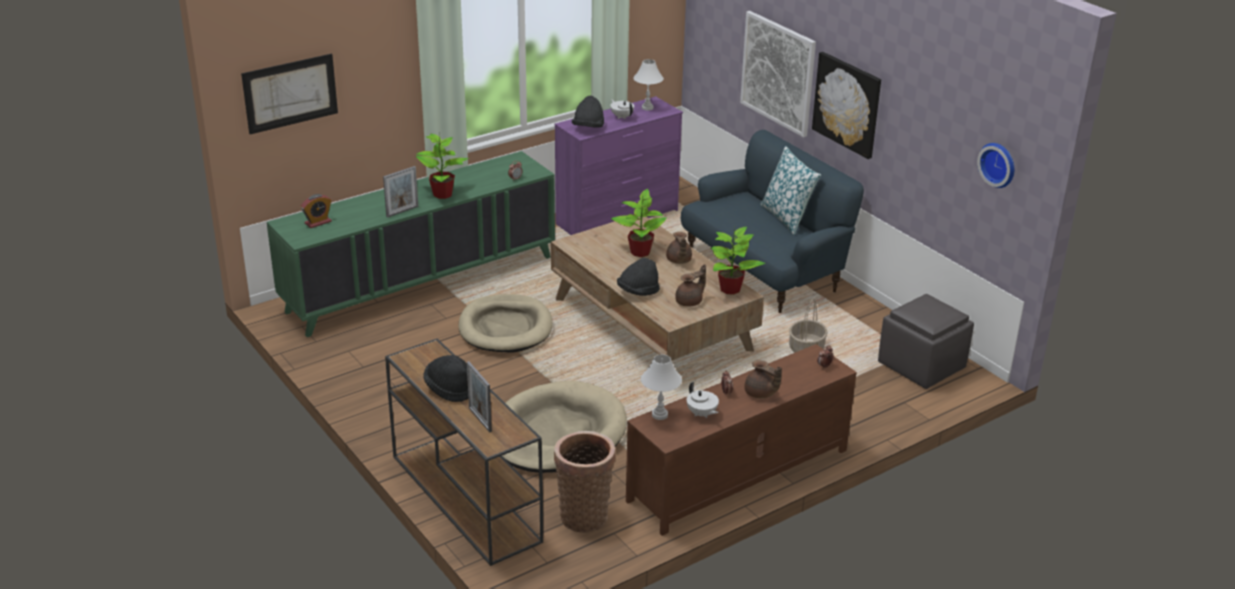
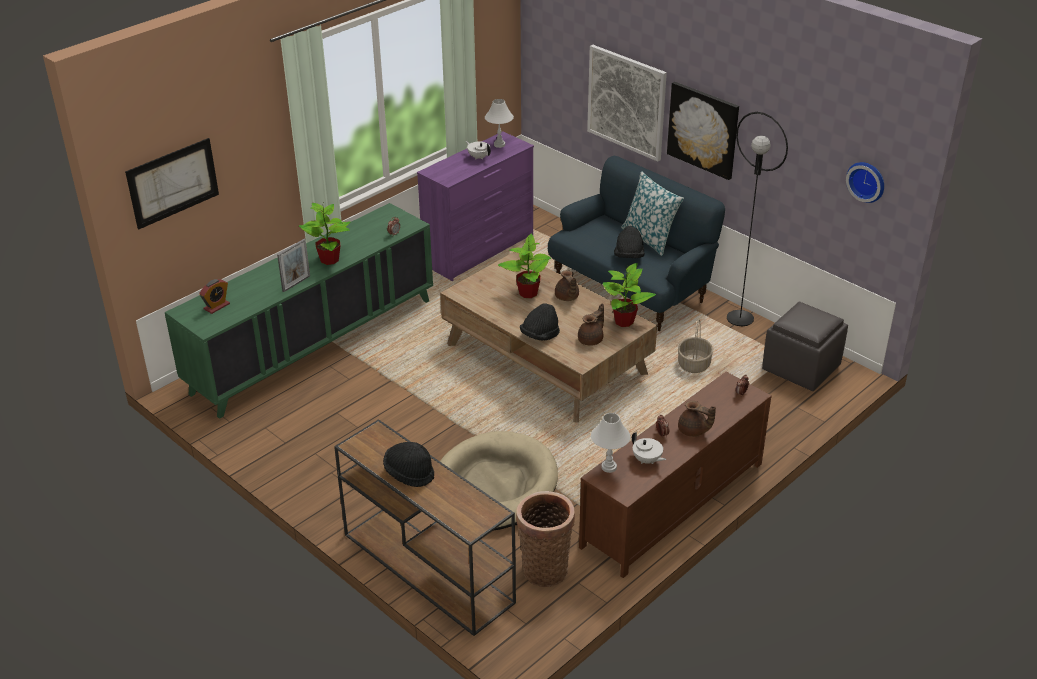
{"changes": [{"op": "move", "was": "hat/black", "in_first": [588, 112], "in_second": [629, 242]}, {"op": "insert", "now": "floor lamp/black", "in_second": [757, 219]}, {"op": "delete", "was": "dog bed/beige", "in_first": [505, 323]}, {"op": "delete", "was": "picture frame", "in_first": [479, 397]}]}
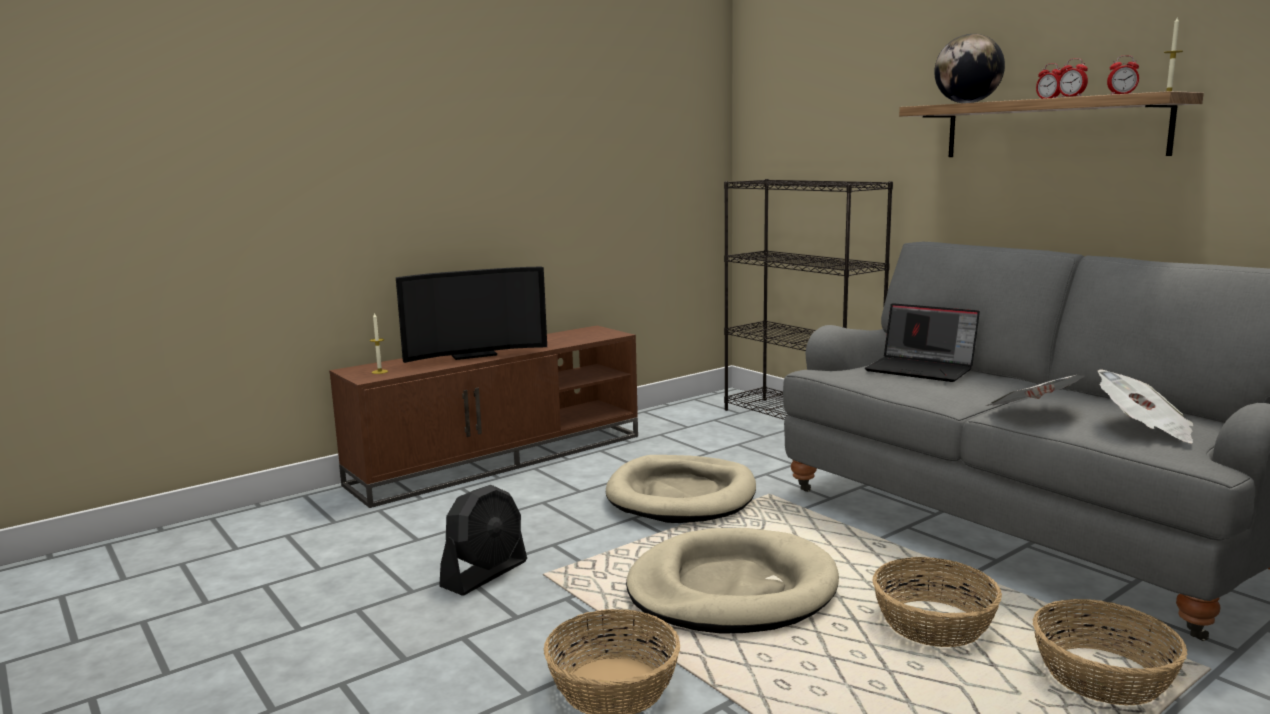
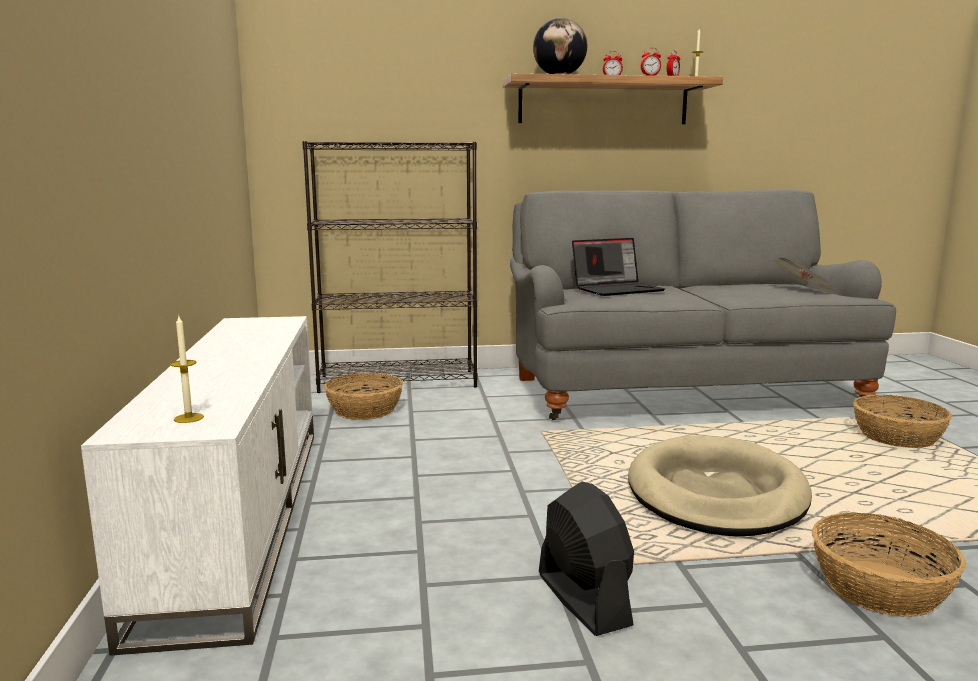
{"changes": [{"op": "recolor", "was": "tv stand/brown", "now": "tv stand/white", "in_first": [483, 417], "in_second": [197, 486]}, {"op": "move", "was": "basket", "in_first": [937, 602], "in_second": [363, 396]}, {"op": "delete", "was": "television", "in_first": [471, 315]}, {"op": "delete", "was": "dog bed/beige", "in_first": [681, 489]}, {"op": "delete", "was": "newspaper", "in_first": [1035, 390]}]}
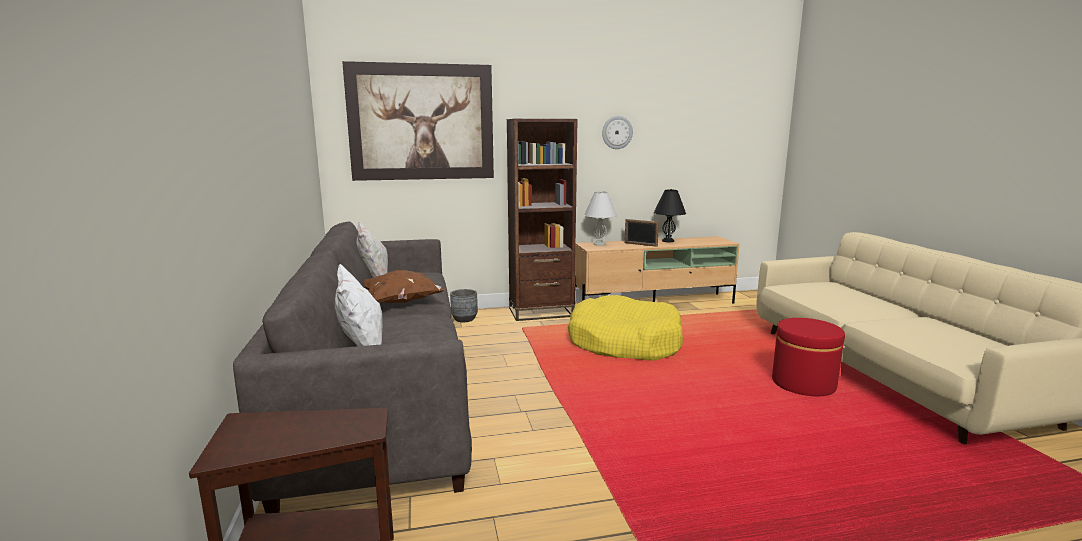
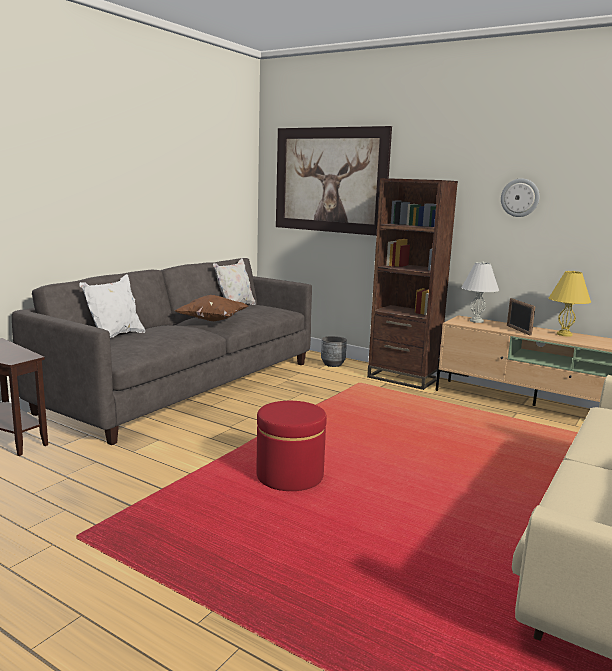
{"changes": [{"op": "move", "was": "ottoman/red", "in_first": [808, 357], "in_second": [291, 446]}, {"op": "recolor", "was": "table lamp/black", "now": "table lamp/yellow", "in_first": [670, 215], "in_second": [570, 304]}, {"op": "delete", "was": "dog bed/yellow", "in_first": [625, 327]}]}
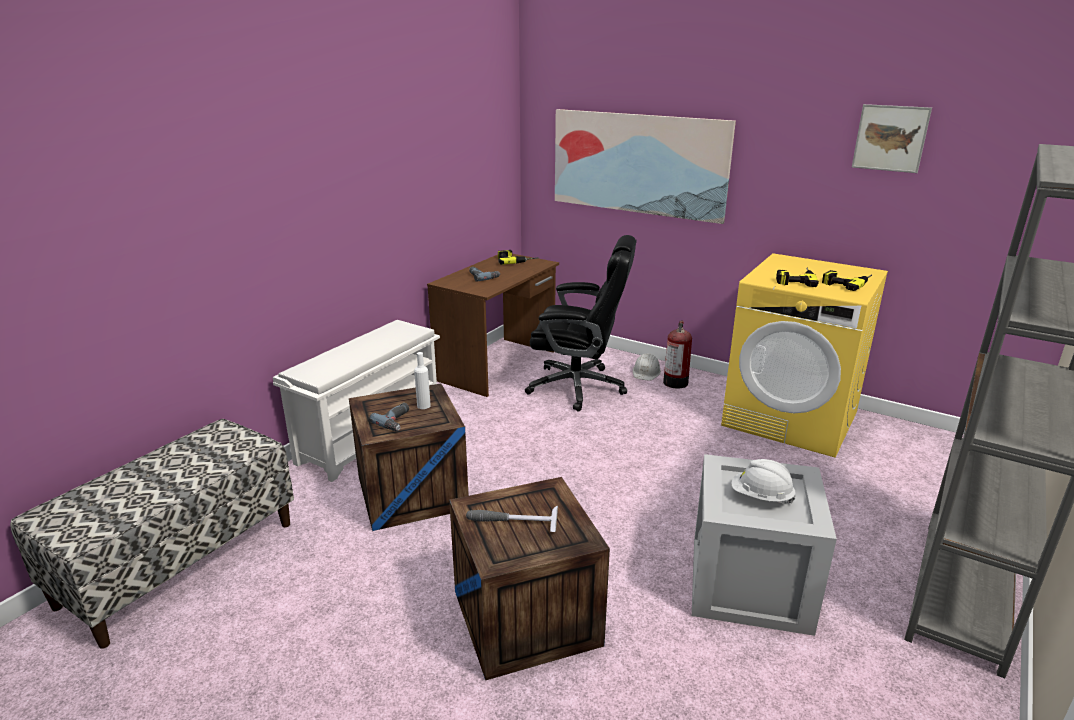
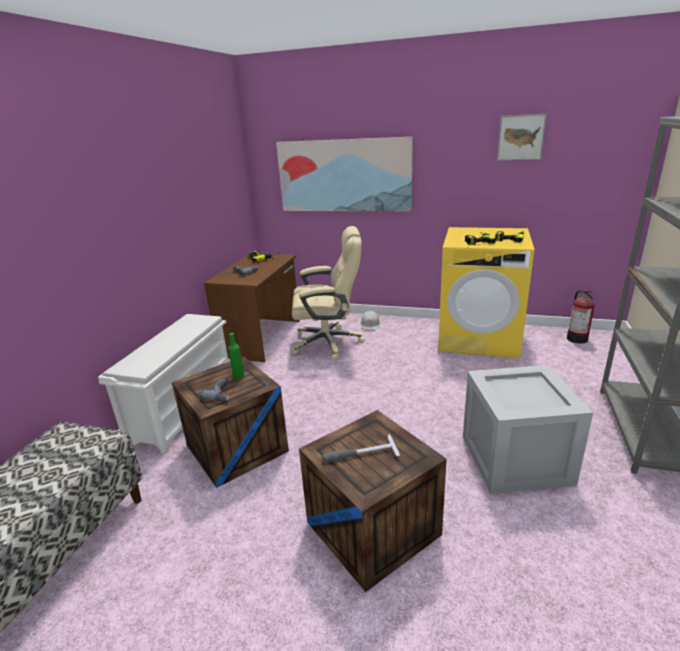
{"changes": [{"op": "recolor", "was": "bottle/white", "now": "bottle/green", "in_first": [422, 380], "in_second": [236, 356]}, {"op": "recolor", "was": "office chair/black", "now": "office chair/beige", "in_first": [581, 323], "in_second": [328, 293]}, {"op": "move", "was": "fire extinguisher", "in_first": [677, 354], "in_second": [580, 317]}, {"op": "delete", "was": "hard hat/white", "in_first": [763, 481]}]}
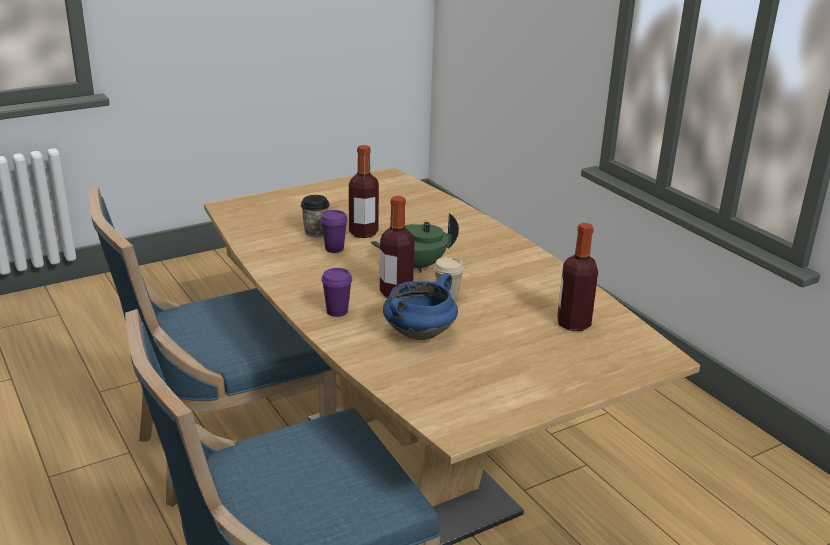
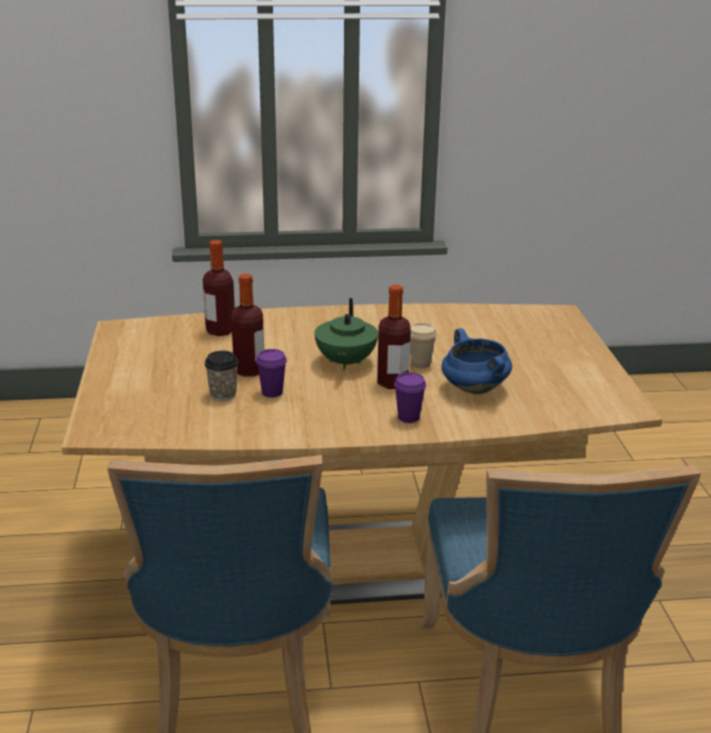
{"changes": [{"op": "move", "was": "bottle", "in_first": [577, 277], "in_second": [219, 288]}]}
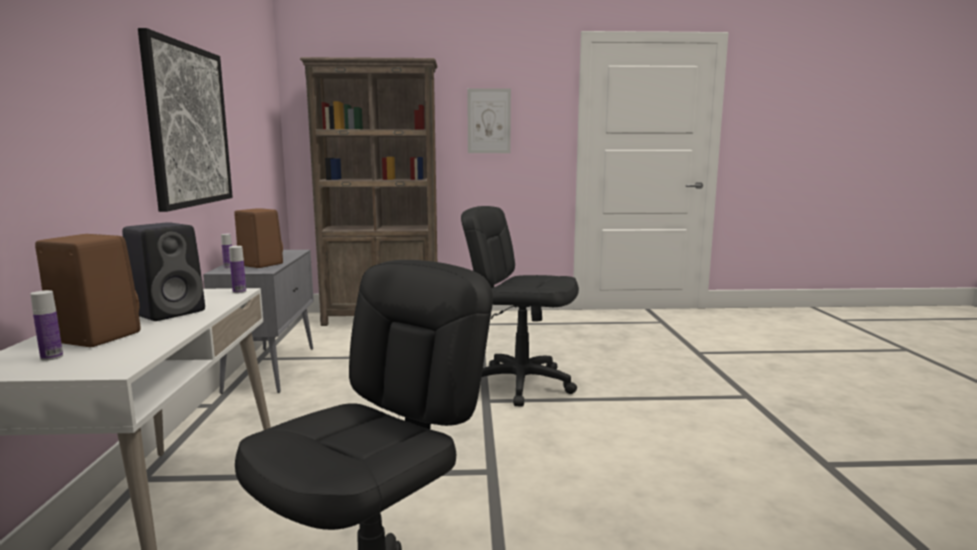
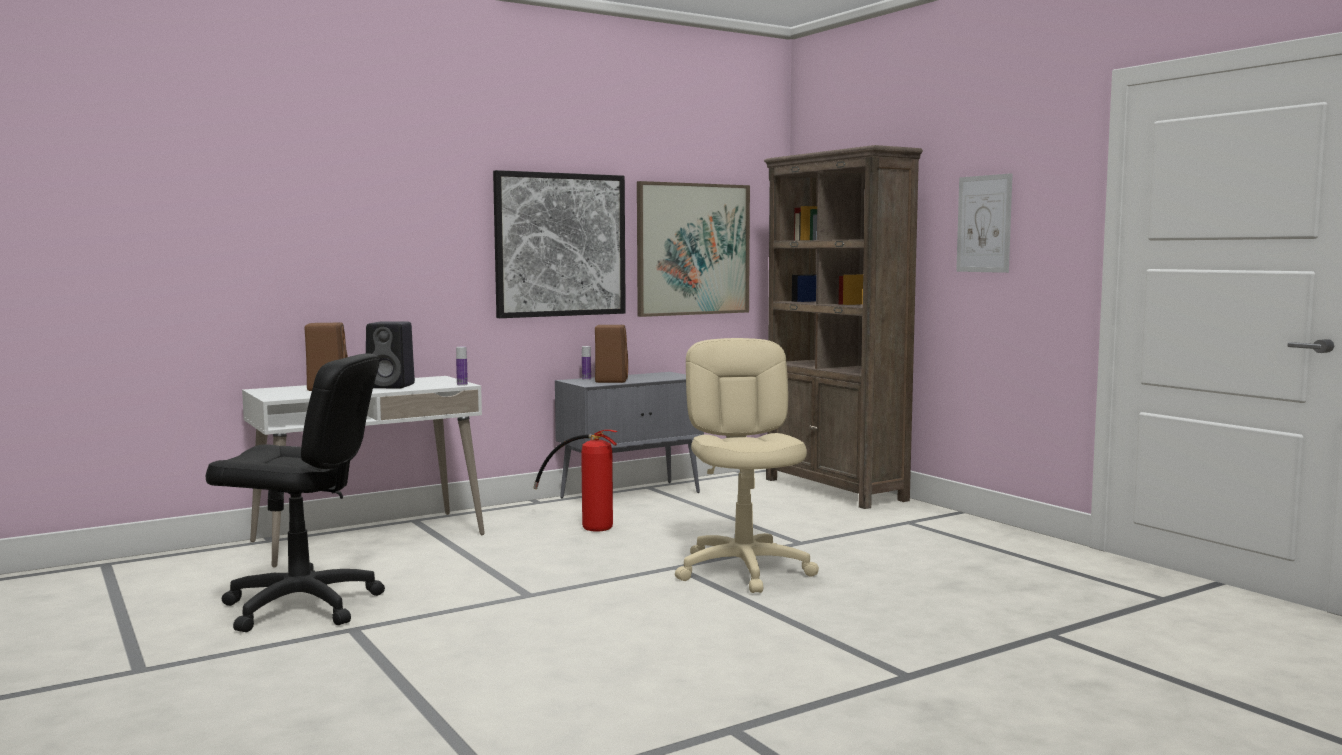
{"changes": [{"op": "insert", "now": "fire extinguisher", "in_second": [575, 481]}, {"op": "insert", "now": "picture", "in_second": [693, 249]}, {"op": "recolor", "was": "office chair/black", "now": "office chair/beige", "in_first": [520, 306], "in_second": [747, 465]}, {"op": "delete", "was": "bottle", "in_first": [46, 325]}]}
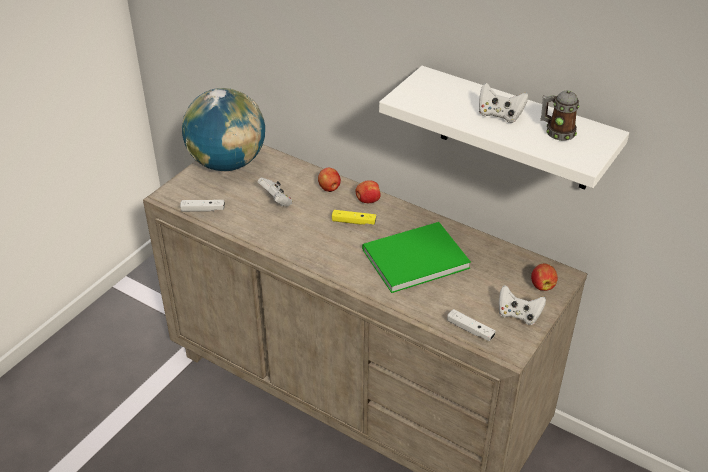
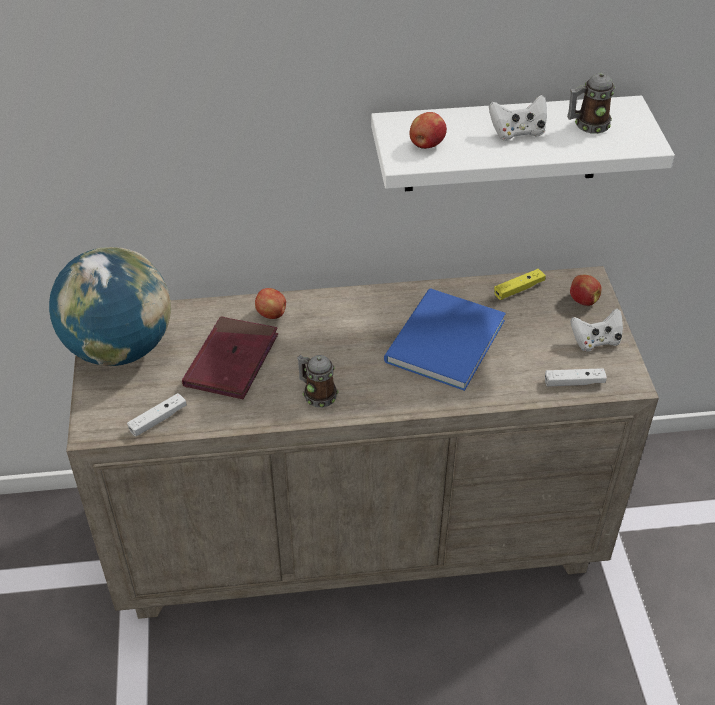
{"changes": [{"op": "replace", "was": "game controller/white", "now": "book/red", "in_first": [275, 192], "in_second": [230, 358]}, {"op": "insert", "now": "mug", "in_second": [318, 381]}, {"op": "recolor", "was": "book/green", "now": "book/blue", "in_first": [416, 257], "in_second": [445, 339]}, {"op": "move", "was": "apple", "in_first": [368, 192], "in_second": [428, 130]}, {"op": "move", "was": "game controller/yellow", "in_first": [354, 217], "in_second": [520, 284]}]}
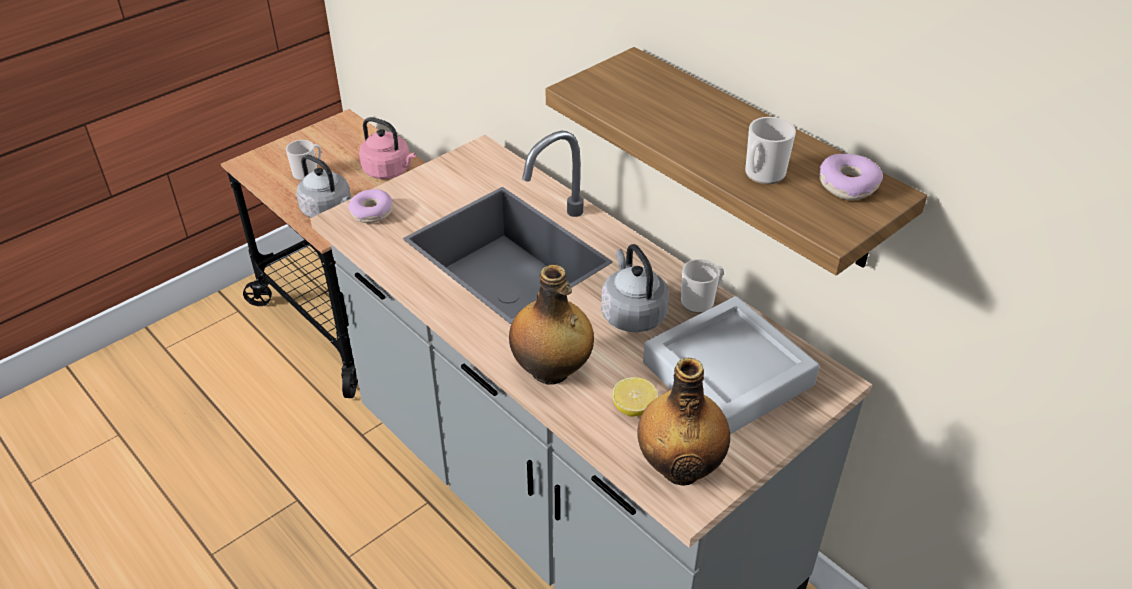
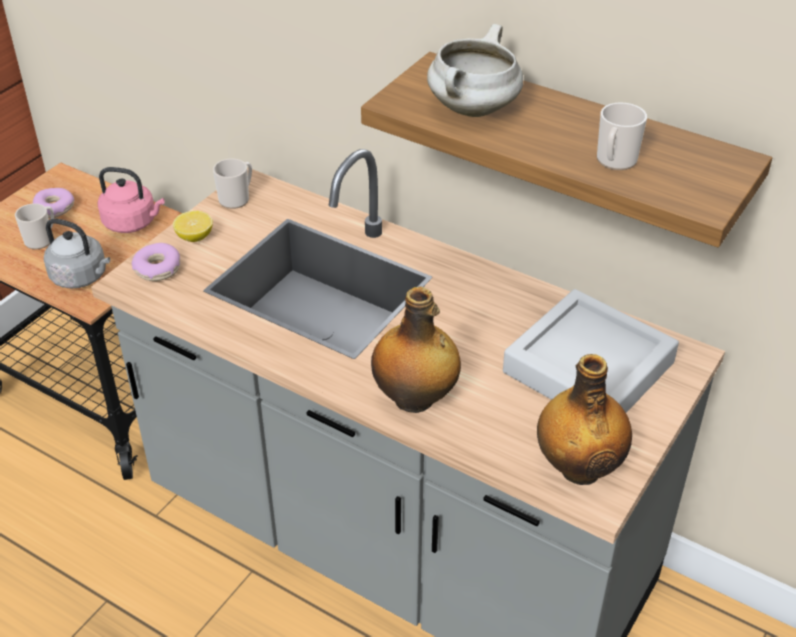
{"changes": [{"op": "move", "was": "donut", "in_first": [851, 177], "in_second": [54, 203]}, {"op": "move", "was": "lemon", "in_first": [635, 397], "in_second": [193, 226]}, {"op": "move", "was": "mug", "in_first": [702, 286], "in_second": [232, 183]}, {"op": "insert", "now": "cooking pot/white", "in_second": [475, 70]}, {"op": "delete", "was": "kettle/grey", "in_first": [635, 288]}]}
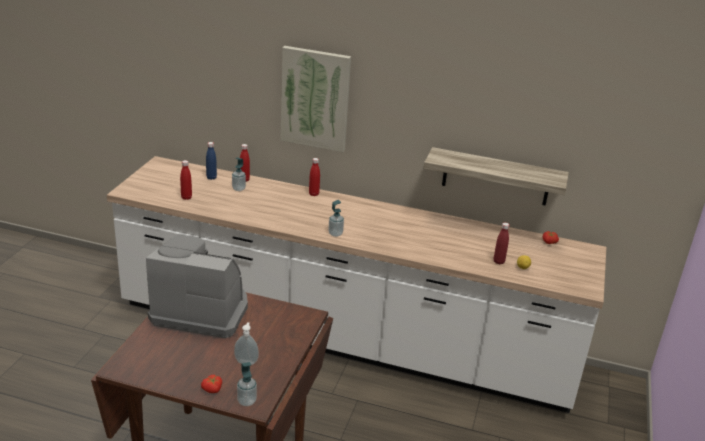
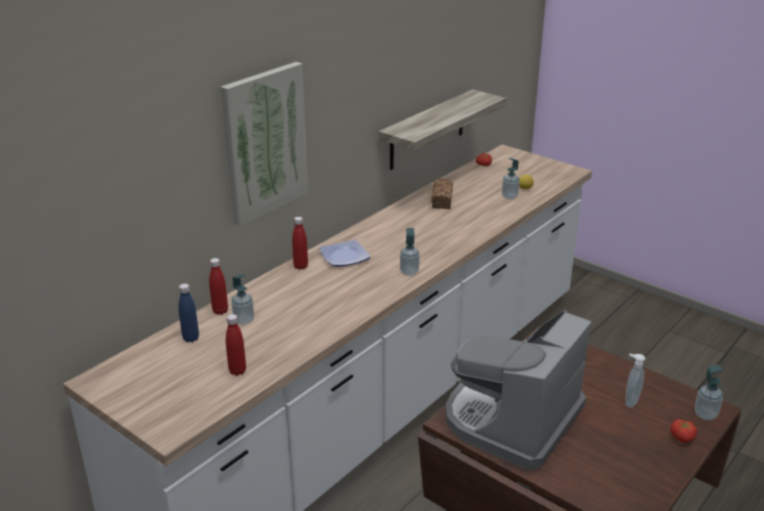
{"changes": [{"op": "insert", "now": "plate", "in_second": [345, 253]}, {"op": "insert", "now": "bread", "in_second": [442, 193]}, {"op": "replace", "was": "bottle/red", "now": "soap dispenser", "in_first": [501, 243], "in_second": [511, 178]}]}
